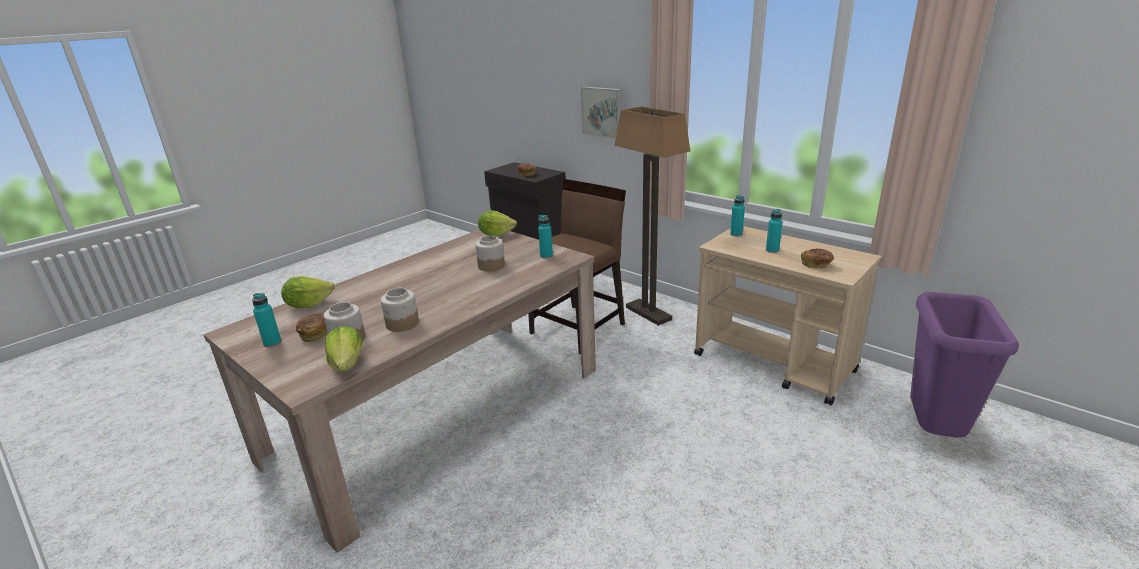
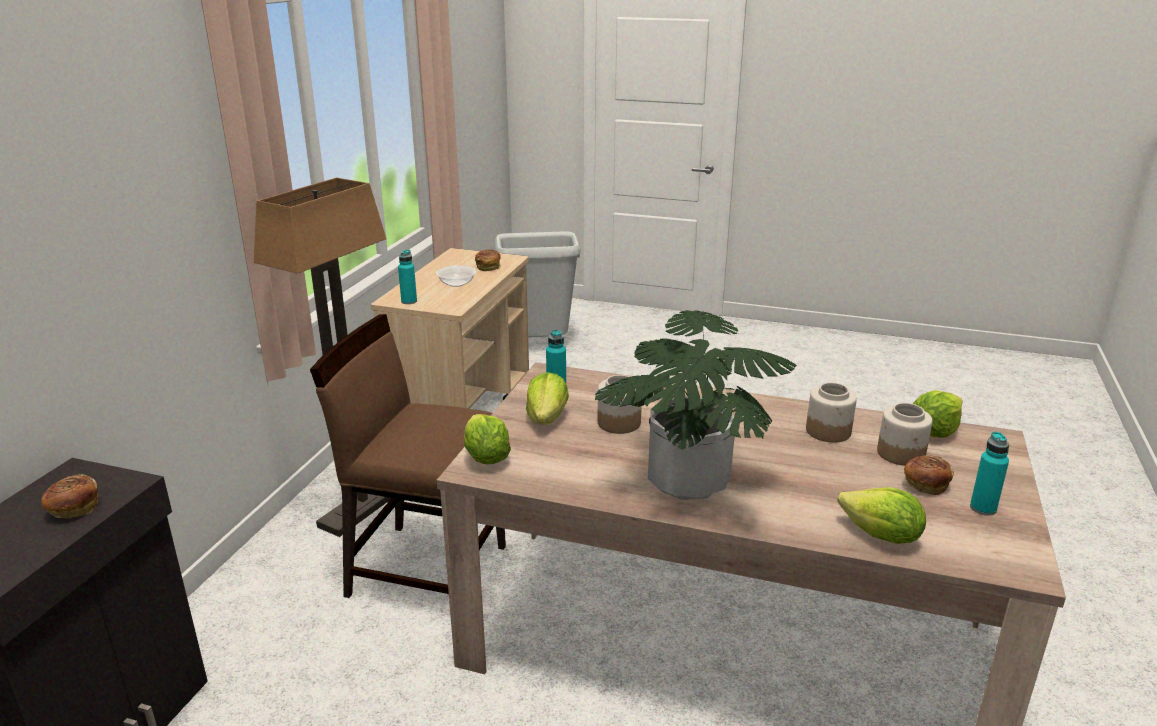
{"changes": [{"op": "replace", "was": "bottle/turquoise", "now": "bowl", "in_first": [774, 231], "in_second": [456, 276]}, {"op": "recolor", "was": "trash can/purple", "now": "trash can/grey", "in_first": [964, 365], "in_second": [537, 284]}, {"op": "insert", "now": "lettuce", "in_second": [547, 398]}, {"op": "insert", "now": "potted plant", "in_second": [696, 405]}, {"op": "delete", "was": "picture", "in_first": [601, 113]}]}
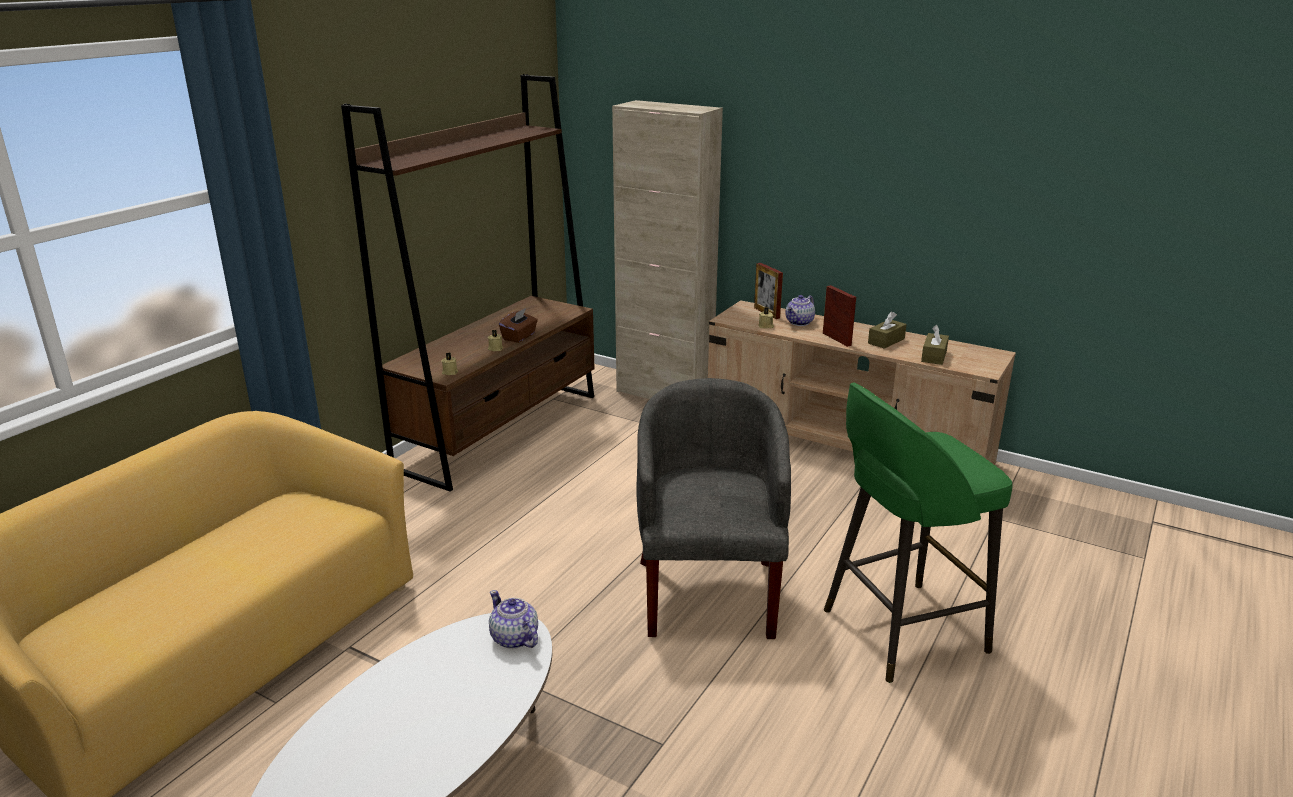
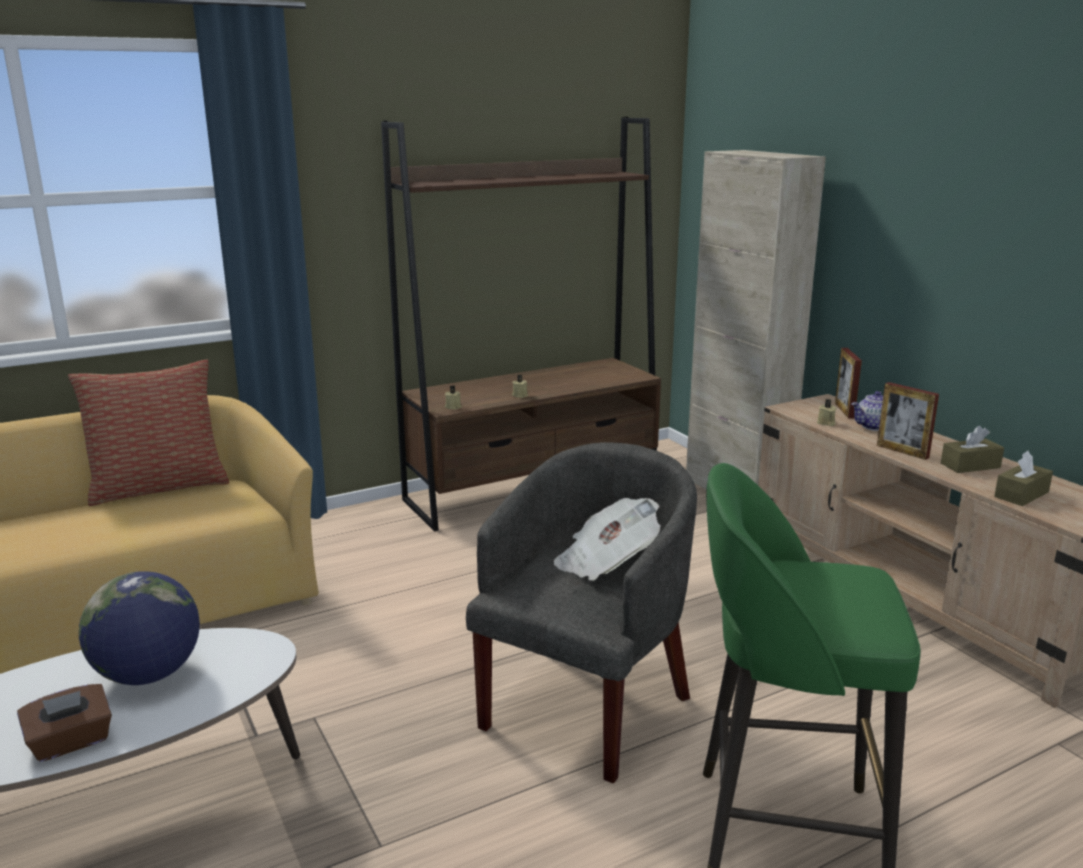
{"changes": [{"op": "move", "was": "tissue box/brown", "in_first": [518, 325], "in_second": [64, 723]}, {"op": "insert", "now": "pillow", "in_second": [148, 433]}, {"op": "insert", "now": "globe", "in_second": [139, 628]}, {"op": "insert", "now": "newspaper", "in_second": [607, 539]}, {"op": "rotate", "was": "picture frame", "in_first": [839, 316], "in_second": [908, 421], "clockwise": 135}, {"op": "delete", "was": "teapot", "in_first": [513, 619]}]}
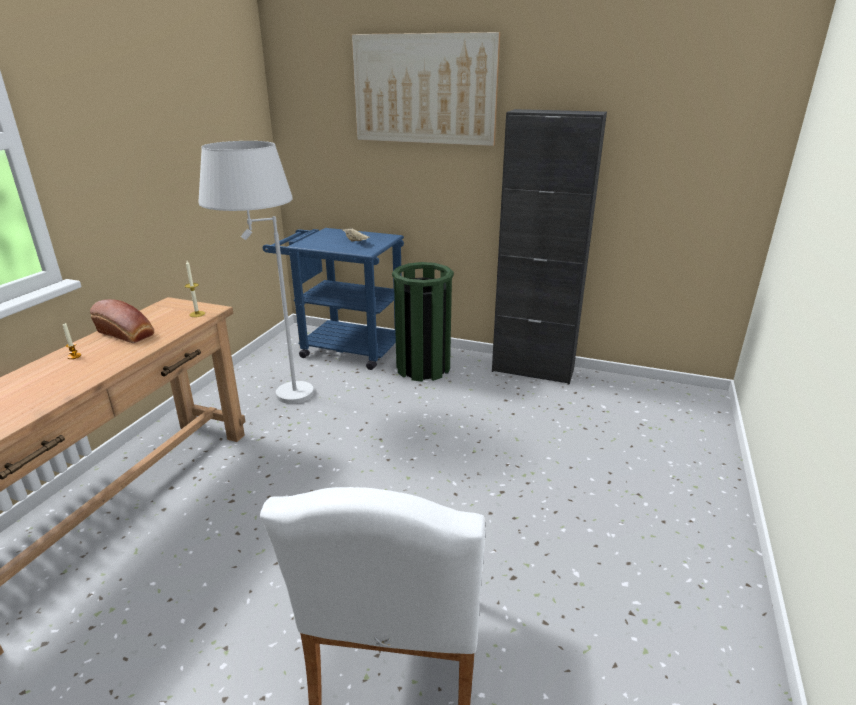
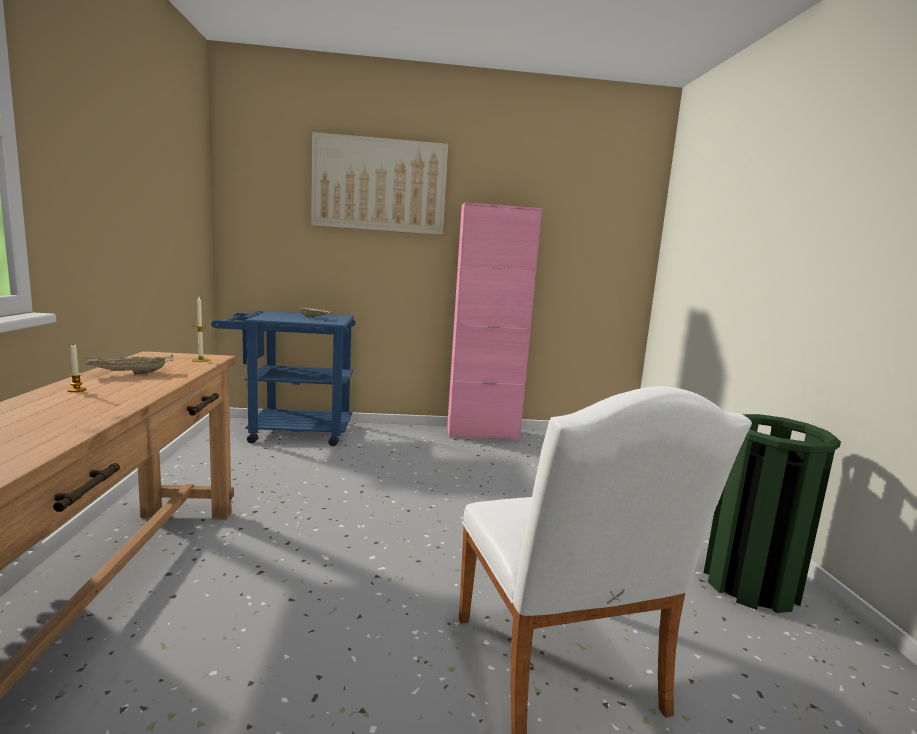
{"changes": [{"op": "replace", "was": "bread", "now": "tray/beige", "in_first": [122, 321], "in_second": [129, 364]}, {"op": "recolor", "was": "cabinet/black", "now": "cabinet/pink", "in_first": [549, 247], "in_second": [494, 321]}, {"op": "move", "was": "trash can/green", "in_first": [423, 322], "in_second": [772, 513]}, {"op": "delete", "was": "floor lamp/white", "in_first": [256, 272]}]}
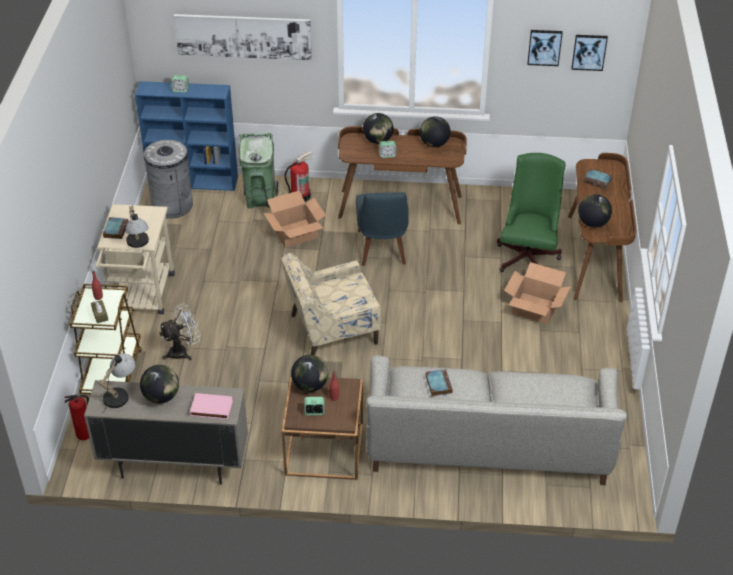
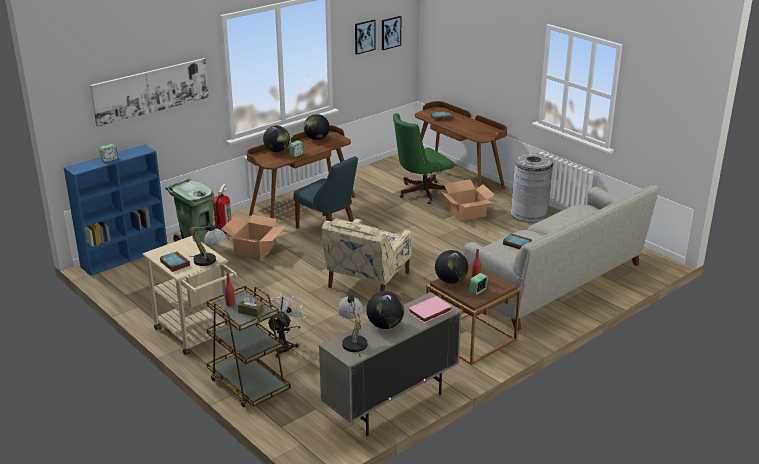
{"changes": [{"op": "rotate", "was": "office chair/green", "in_first": [531, 212], "in_second": [423, 158], "clockwise": -90}, {"op": "move", "was": "trash can/grey", "in_first": [168, 179], "in_second": [532, 188]}, {"op": "delete", "was": "fire extinguisher", "in_first": [77, 417]}, {"op": "delete", "was": "globe", "in_first": [595, 211]}]}
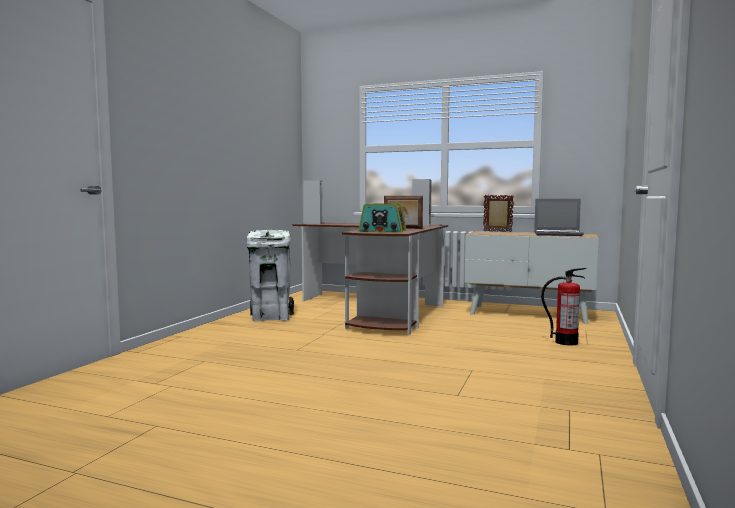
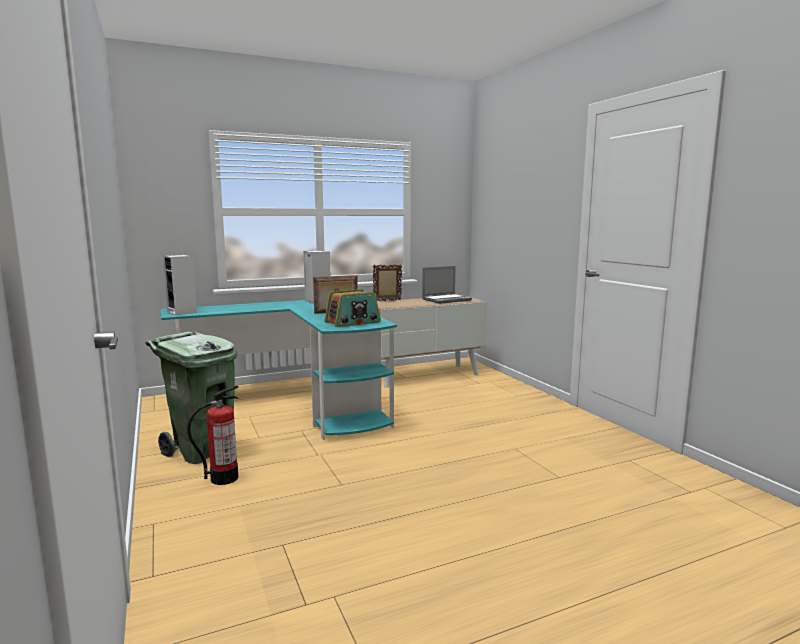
{"changes": [{"op": "recolor", "was": "trash can/white", "now": "trash can/green", "in_first": [270, 275], "in_second": [191, 398]}, {"op": "recolor", "was": "desk/brown", "now": "desk/turquoise", "in_first": [370, 278], "in_second": [279, 370]}, {"op": "move", "was": "fire extinguisher", "in_first": [564, 307], "in_second": [213, 435]}]}
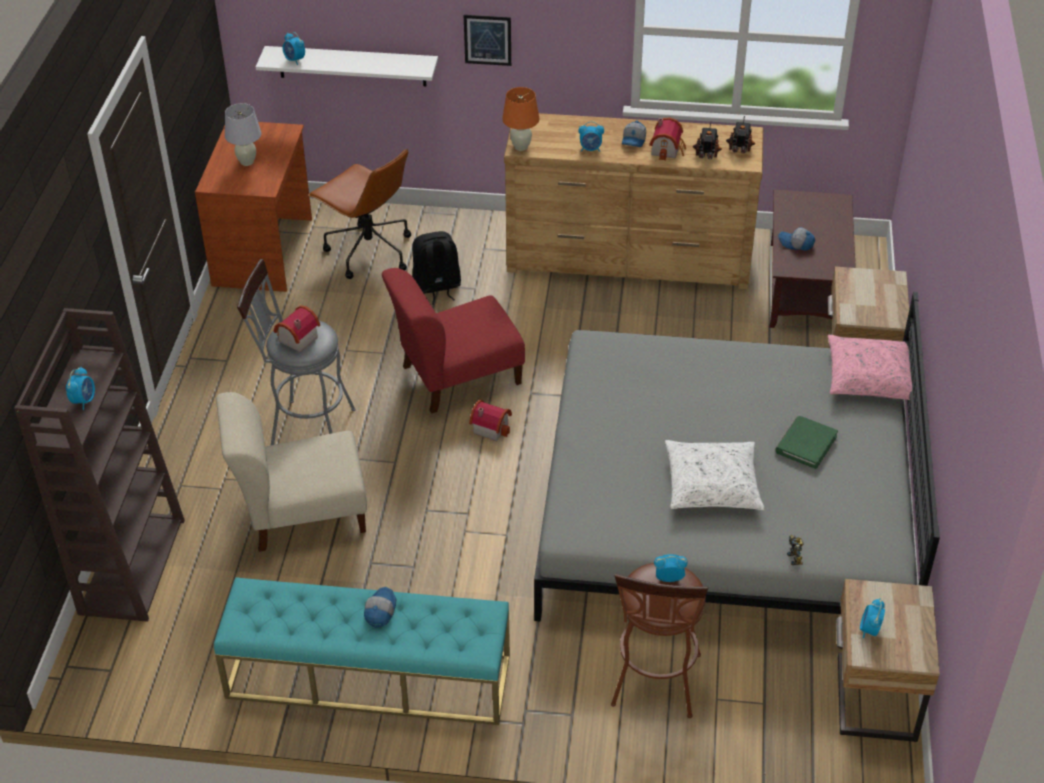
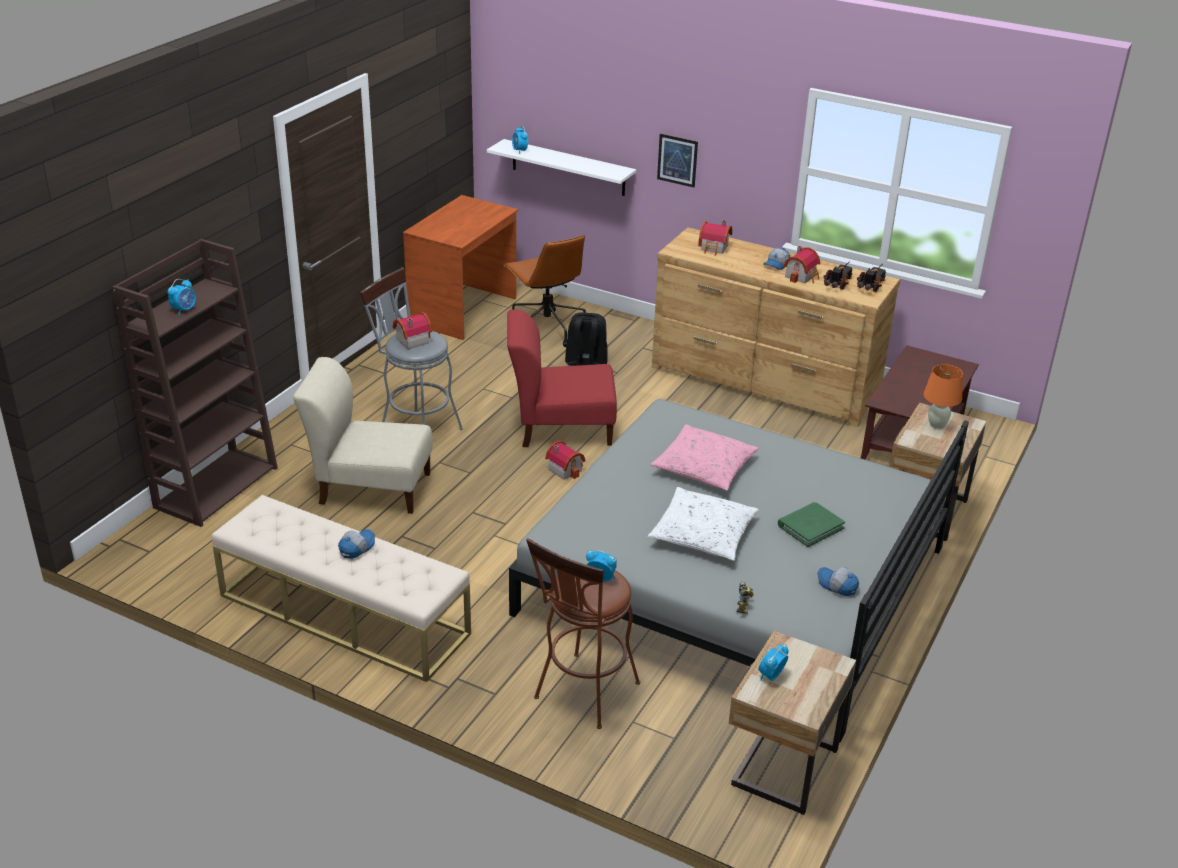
{"changes": [{"op": "recolor", "was": "bench/turquoise", "now": "bench/beige", "in_first": [362, 651], "in_second": [341, 588]}, {"op": "move", "was": "pillow/pink", "in_first": [870, 367], "in_second": [704, 457]}, {"op": "insert", "now": "toy house", "in_second": [715, 238]}, {"op": "move", "was": "cap", "in_first": [796, 239], "in_second": [838, 581]}, {"op": "move", "was": "table lamp/orange", "in_first": [520, 119], "in_second": [943, 396]}, {"op": "delete", "was": "table lamp/white", "in_first": [243, 134]}, {"op": "delete", "was": "alarm clock", "in_first": [591, 136]}]}
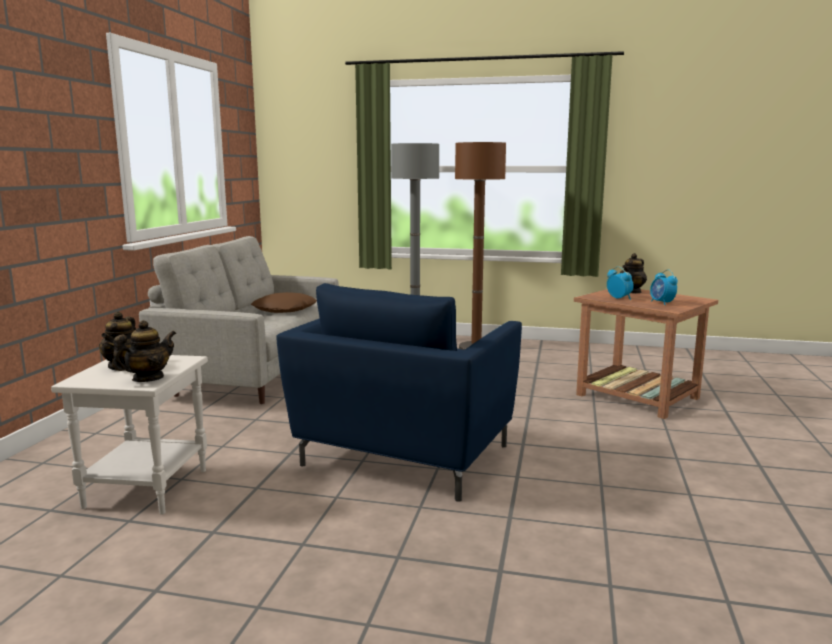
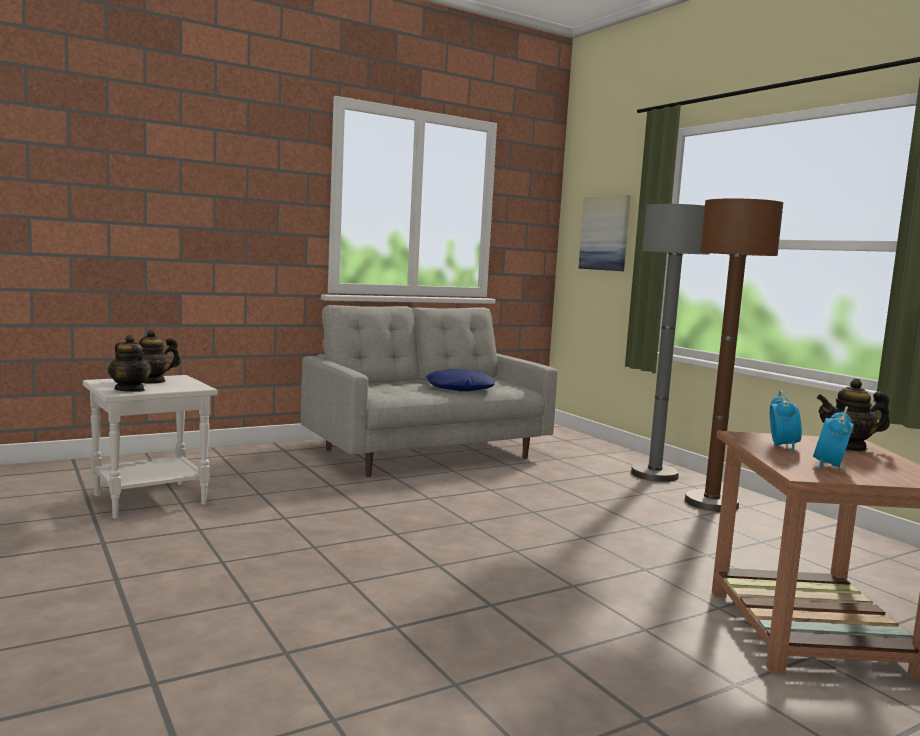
{"changes": [{"op": "rotate", "was": "teapot", "in_first": [144, 351], "in_second": [130, 363], "clockwise": 45}, {"op": "recolor", "was": "pillow/brown", "now": "pillow/blue", "in_first": [284, 302], "in_second": [461, 380]}, {"op": "insert", "now": "picture", "in_second": [604, 233]}, {"op": "delete", "was": "armchair/blue", "in_first": [399, 392]}]}
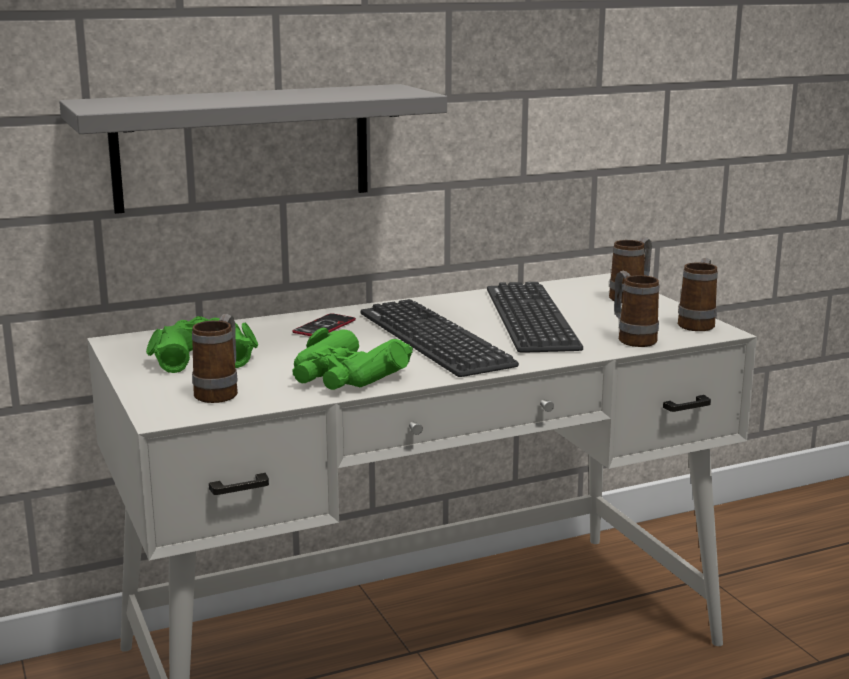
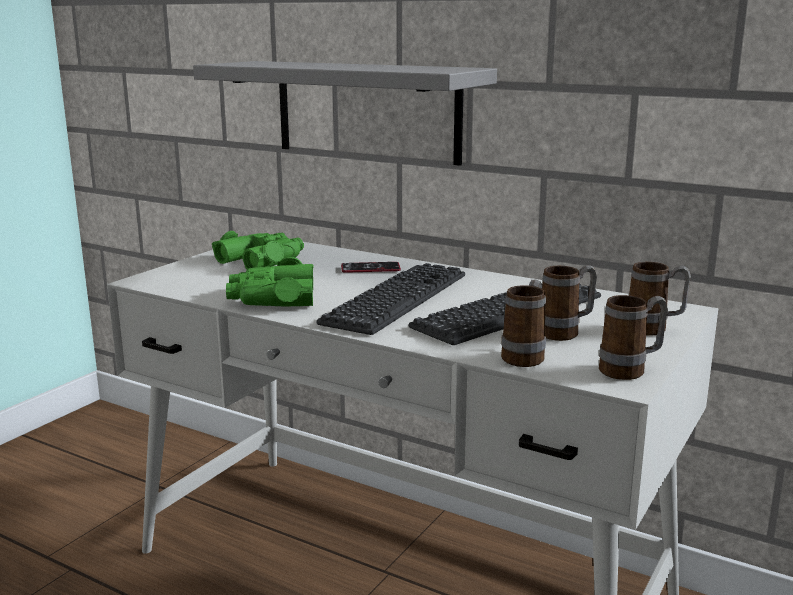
{"changes": [{"op": "move", "was": "mug", "in_first": [215, 358], "in_second": [569, 303]}]}
